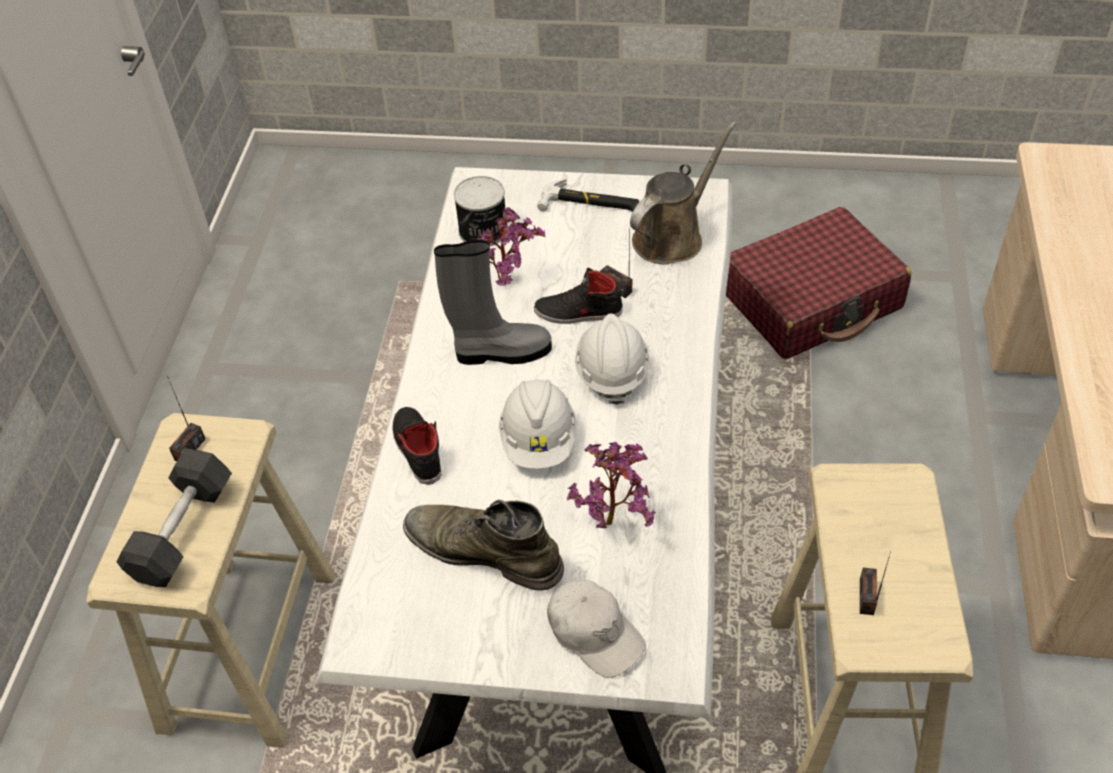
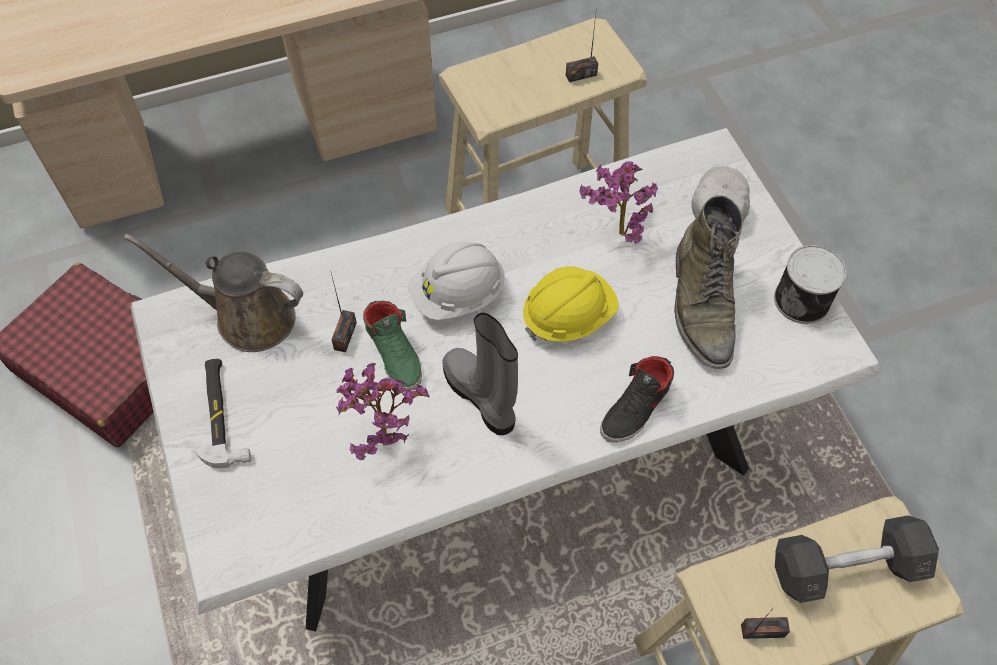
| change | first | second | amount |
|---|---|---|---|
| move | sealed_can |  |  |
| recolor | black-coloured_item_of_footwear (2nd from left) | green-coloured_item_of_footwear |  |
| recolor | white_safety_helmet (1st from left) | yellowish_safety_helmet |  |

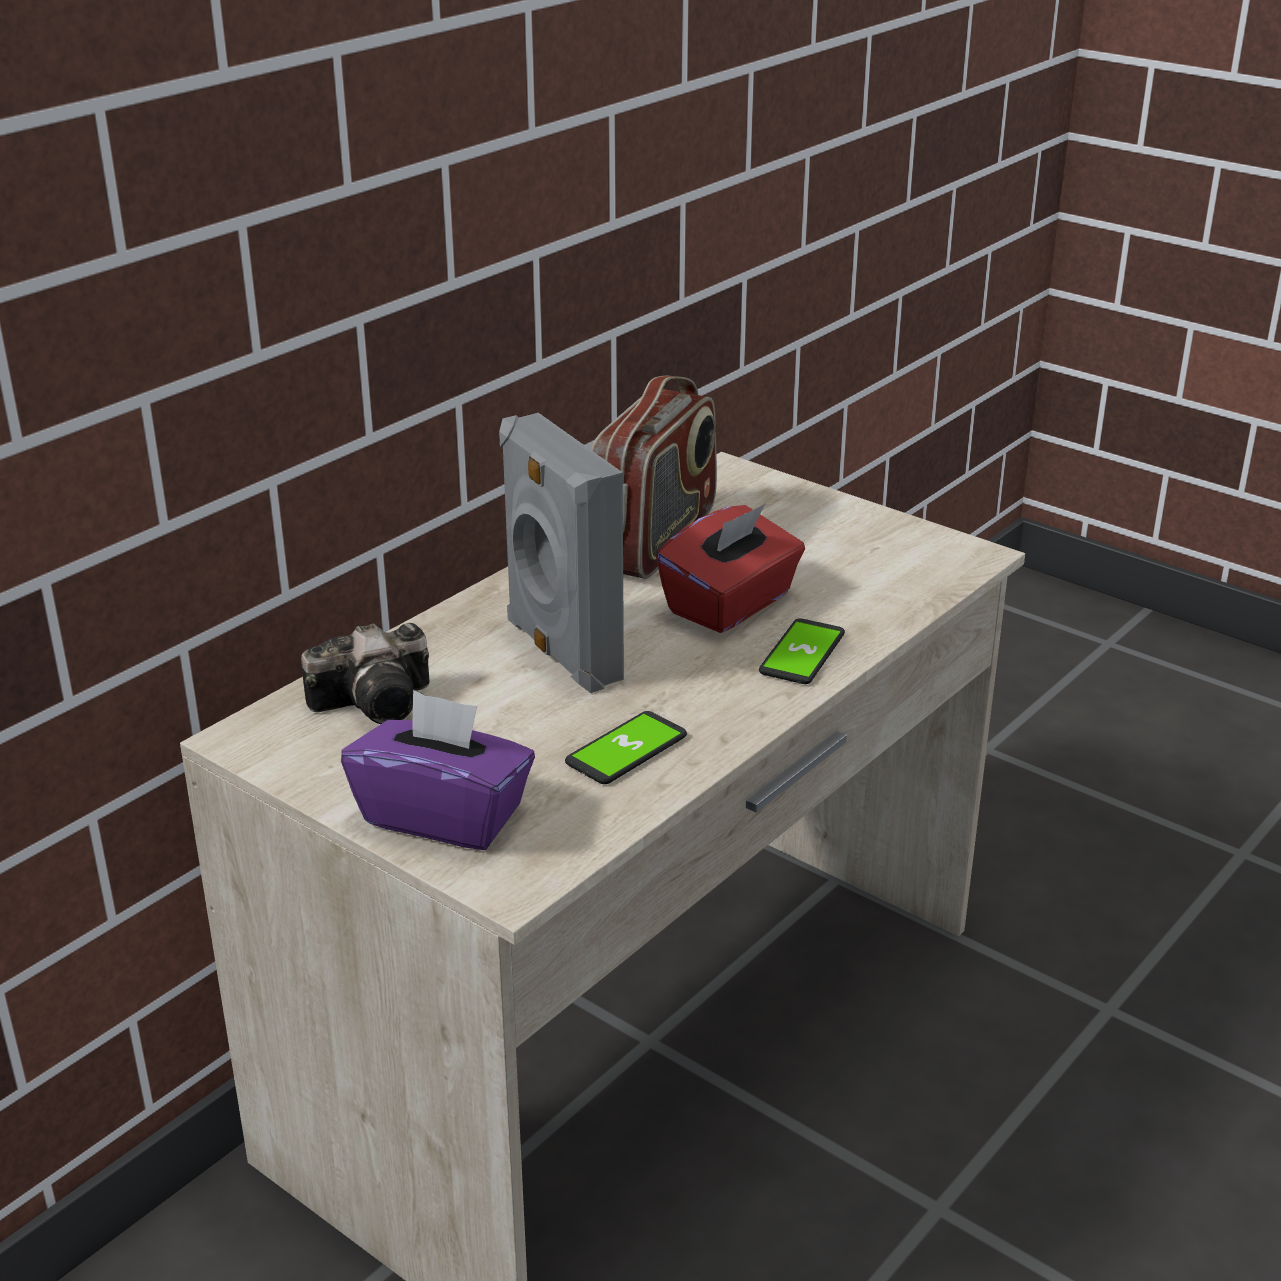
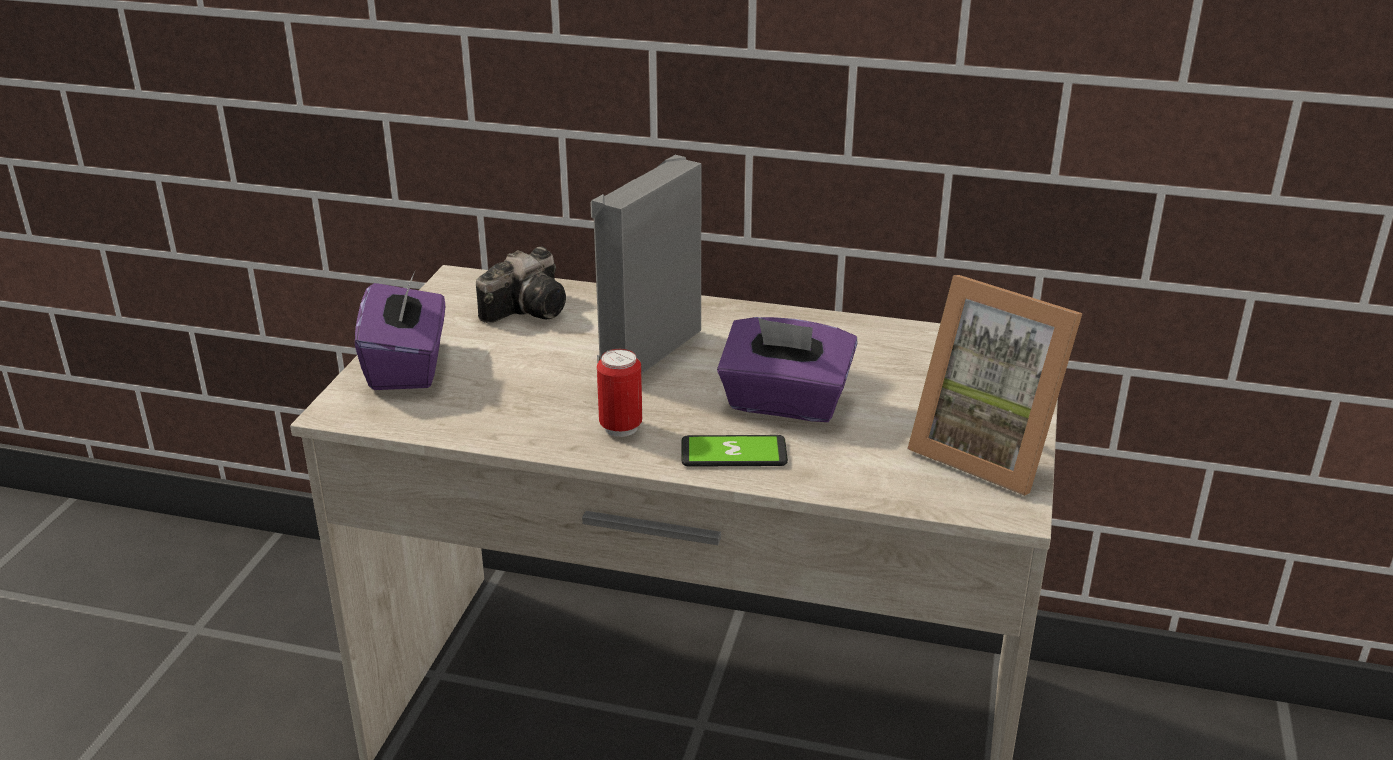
| change | first | second | amount |
|---|---|---|---|
| delete | radio_set |  |  |
| recolor | red-coloured_tissue_holder | purplish_tissue_holder (2nd from left) |  |
| rotate | still_camera |  | 90 degrees counterclockwise |
| delete | phone (1st from left) |  |  |
| insert |  | picture_frame |  |
| insert |  | sealed_can |  |

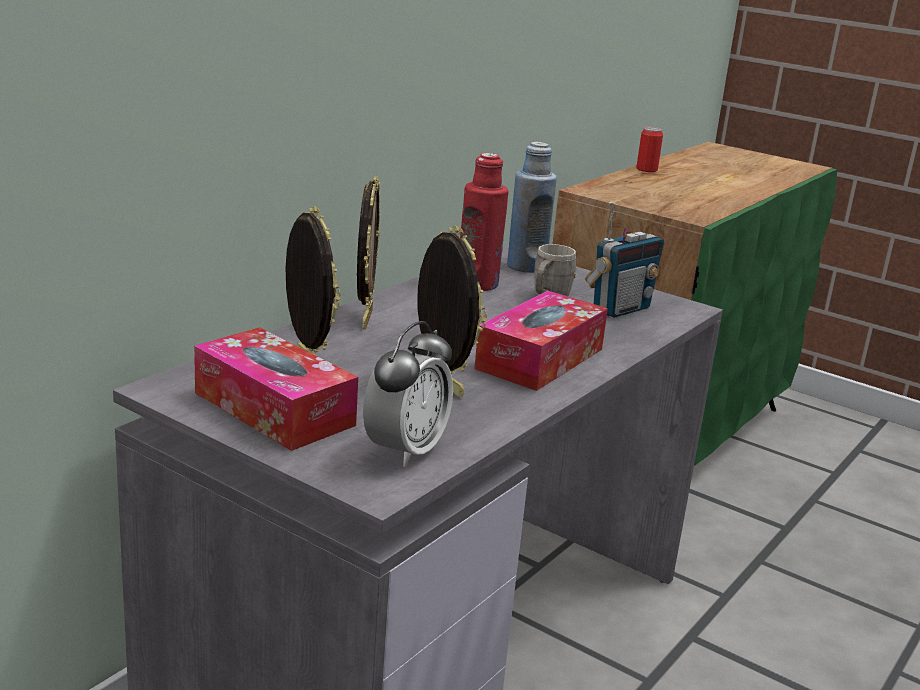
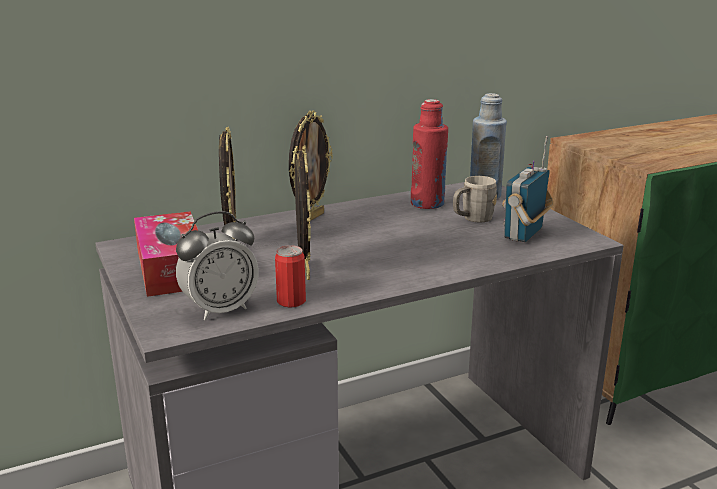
| change | first | second | amount |
|---|---|---|---|
| move | sealed_can |  |  |
| rotate | radio_set |  | 135 degrees clockwise |
| delete | tissue_holder (2nd from left) |  |  |

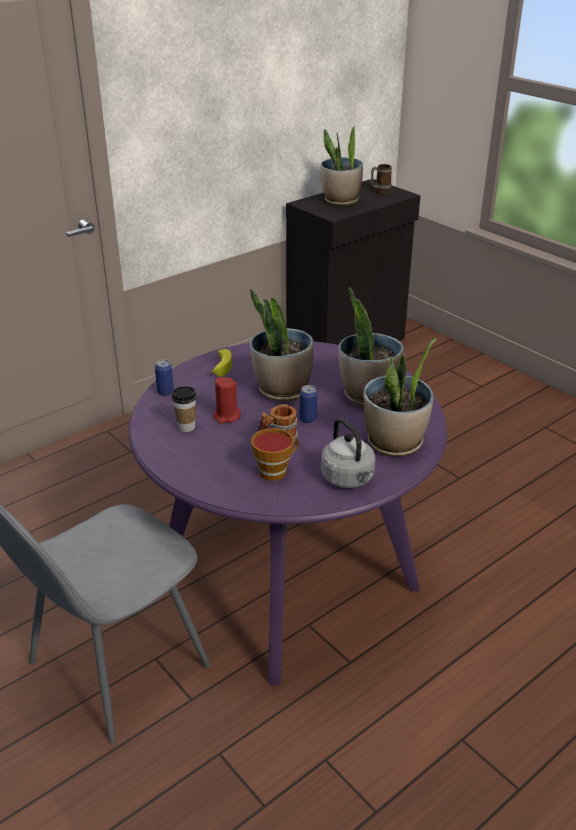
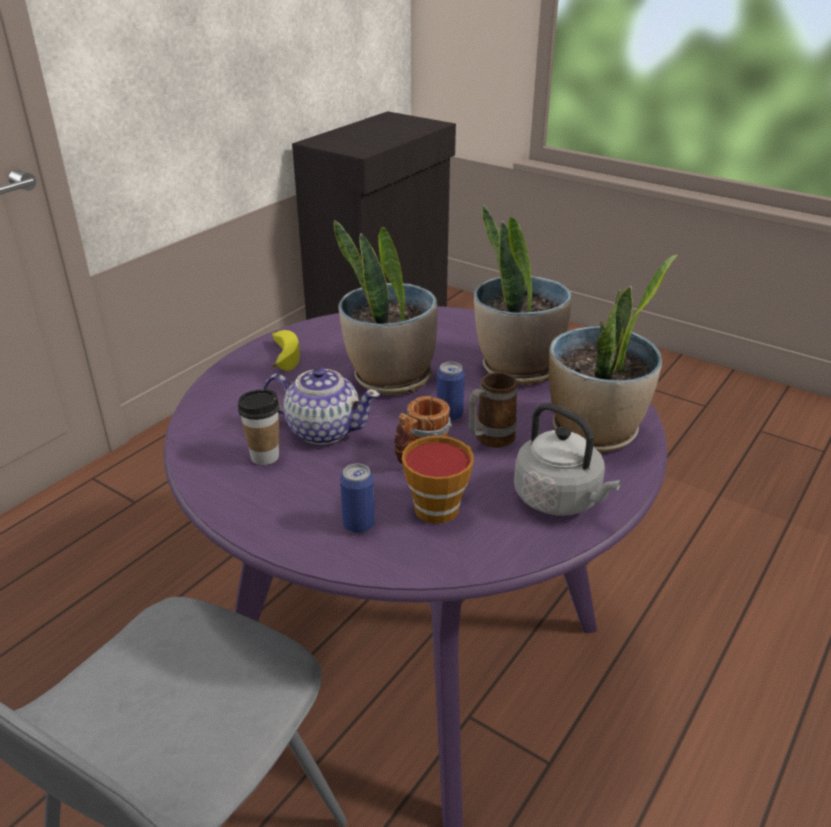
| change | first | second | amount |
|---|---|---|---|
| delete | potted_plant (2nd from left) |  |  |
| move | mug (2nd from left) |  |  |
| move | sealed_can (1st from left) |  |  |
| replace | red-coloured_candle | tea_pot |  |

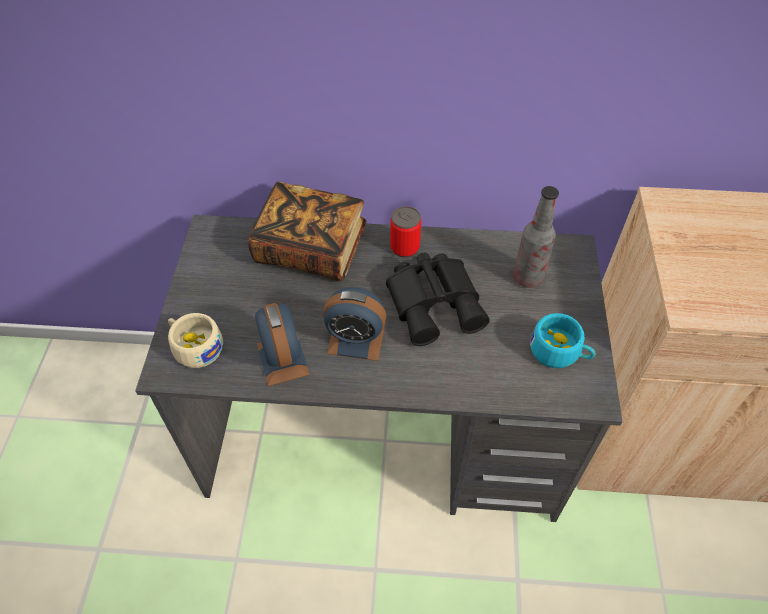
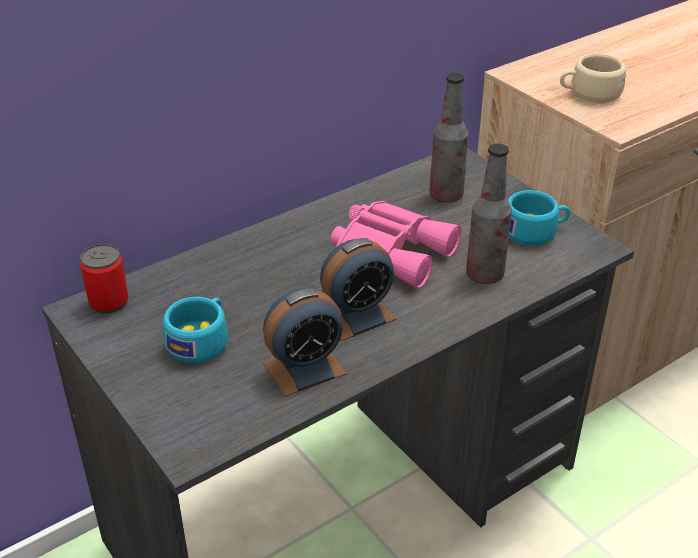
| change | first | second | amount |
|---|---|---|---|
| delete | bound_book |  |  |
| move | sealed_can |  |  |
| recolor | black-coloured_binoculars | pink-coloured_binoculars |  |
| rotate | bedside_clock (1st from left) |  | 120 degrees clockwise |
| move | sand-coloured_small_cup |  |  |
| insert |  | beverage_bottle (2nd from left) |  |
| insert |  | turquoise-coloured_small_cup (1st from left) |  |

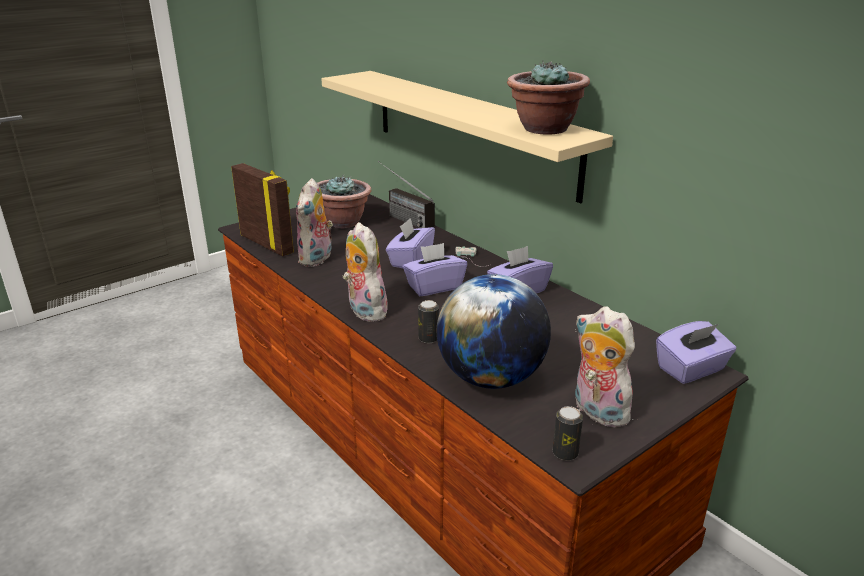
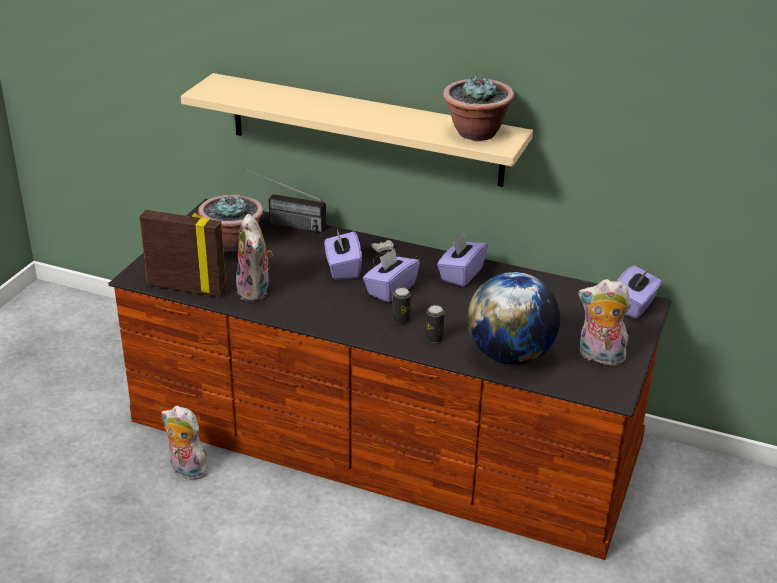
| change | first | second | amount |
|---|---|---|---|
| move | cuddly_toy (2nd from left in the first image) | cuddly_toy (1st from left) |  |
| move | sealed_can (2nd from left in the first image) | sealed_can (1st from left) |  |

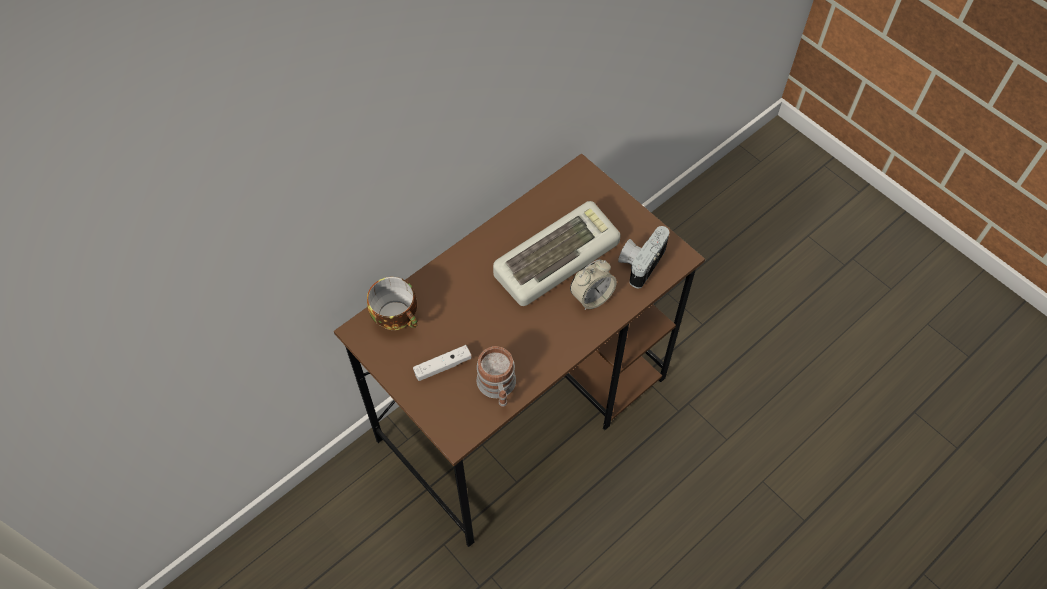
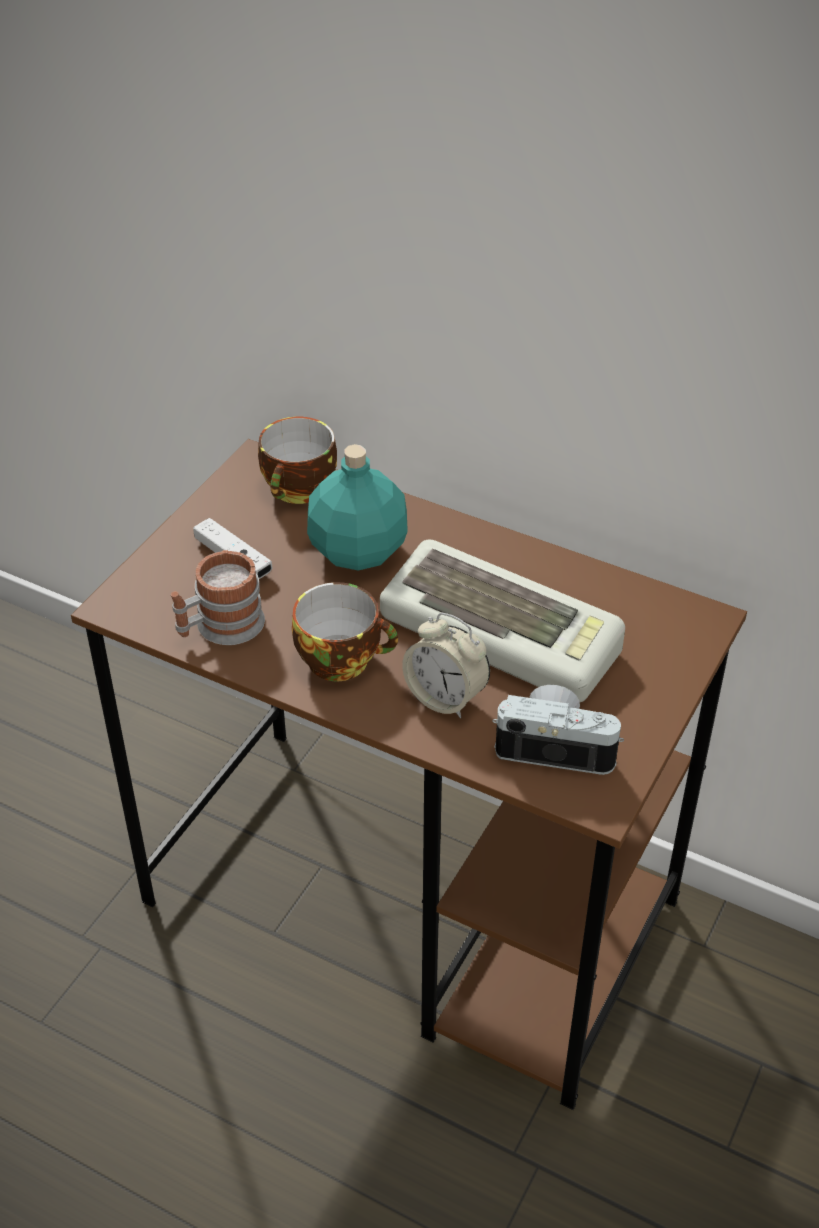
| change | first | second | amount |
|---|---|---|---|
| insert |  | turquoise-coloured_beverage_bottle |  |
| insert |  | small_cup (2nd from left) |  |

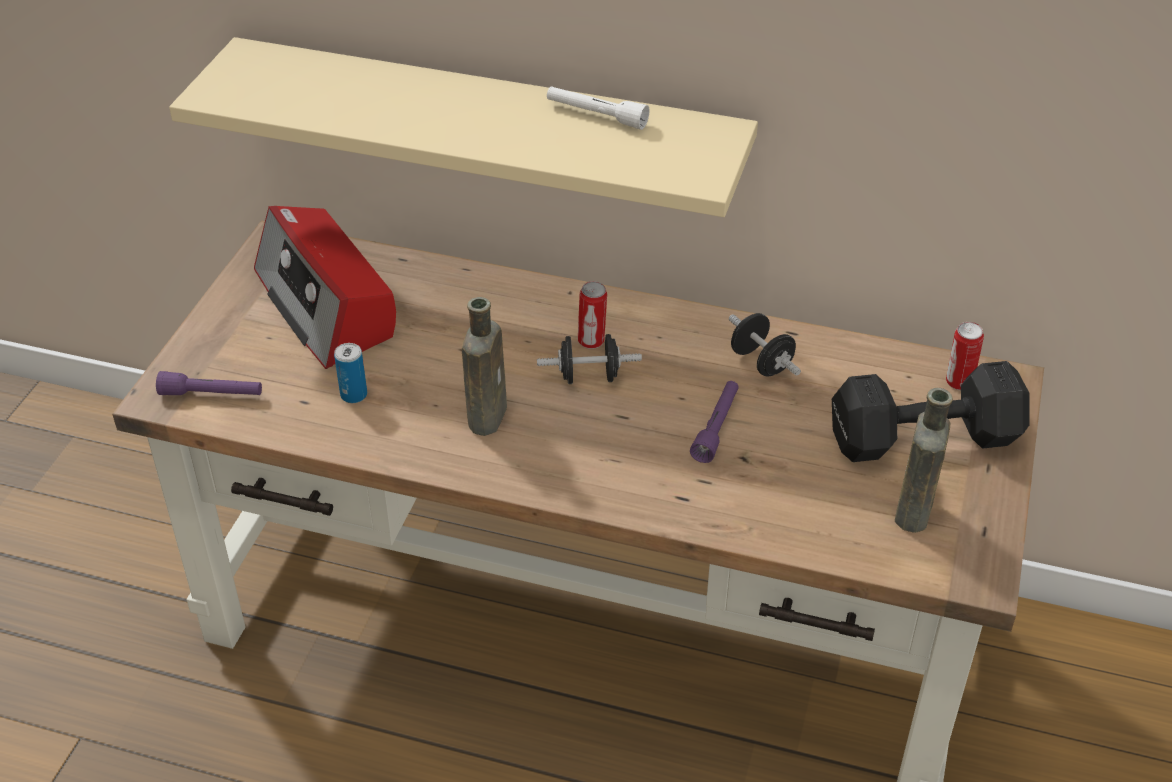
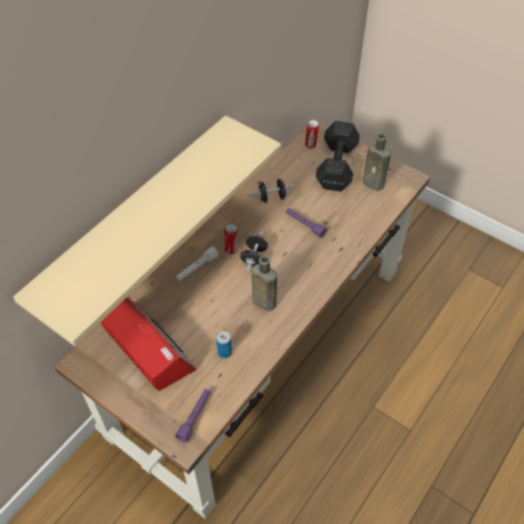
| change | first | second | amount |
|---|---|---|---|
| move | white_hand_torch |  |  |
| rotate | radio_set |  | 120 degrees counterclockwise |

